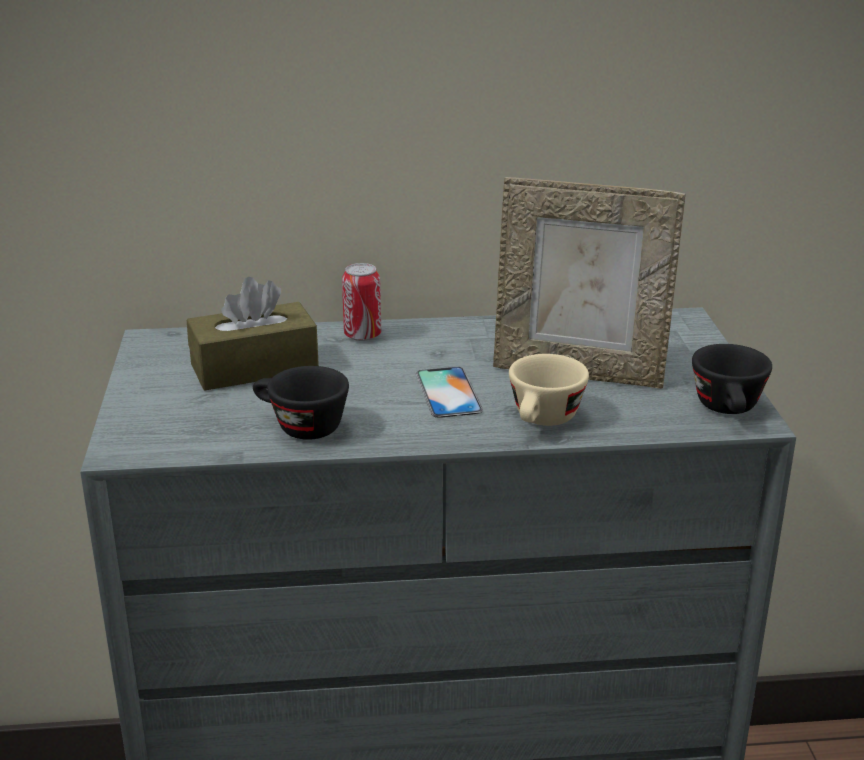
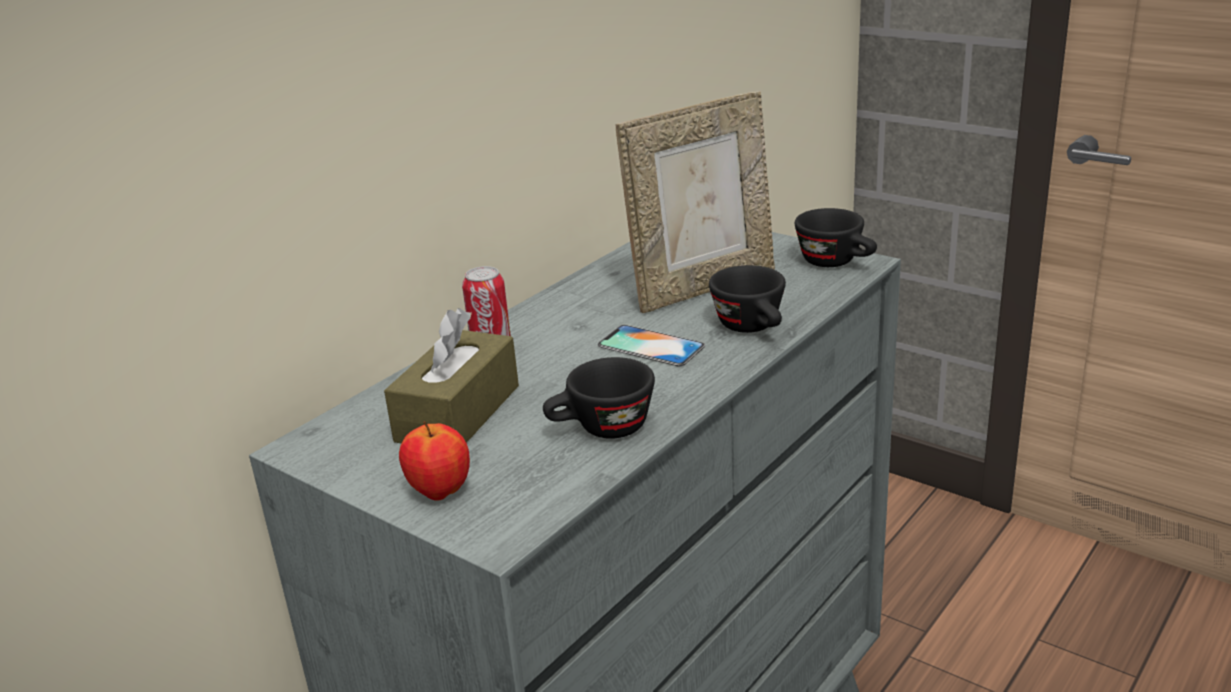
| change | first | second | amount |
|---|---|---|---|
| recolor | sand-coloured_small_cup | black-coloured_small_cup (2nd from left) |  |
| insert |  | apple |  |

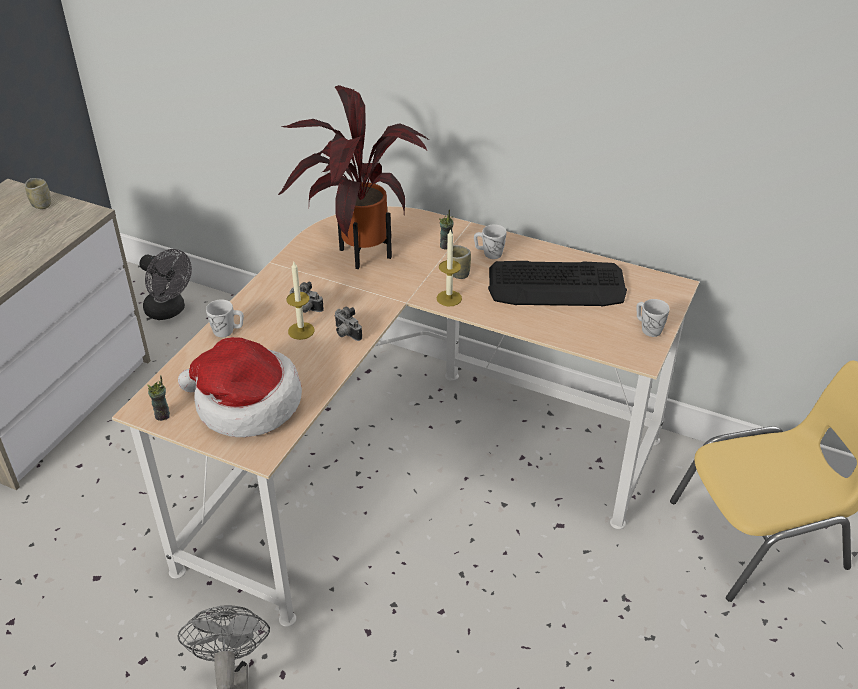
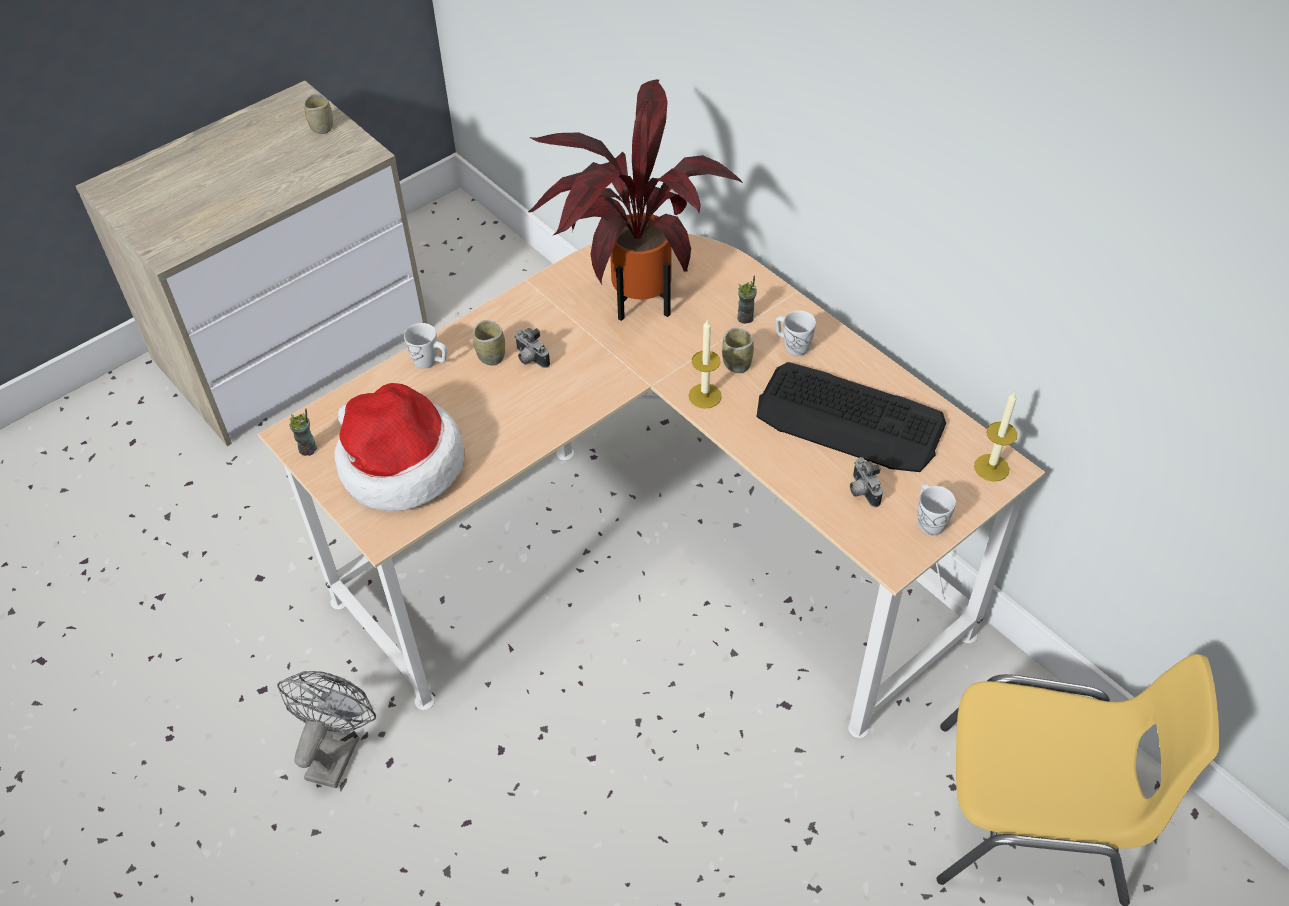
| change | first | second | amount |
|---|---|---|---|
| delete | gray_fan (1st from left) |  |  |
| move | candle (1st from left in the first image) | candle (2nd from left) |  |
| move | still_camera (2nd from left) |  |  |
| insert |  | small_cup (3rd from left) |  |

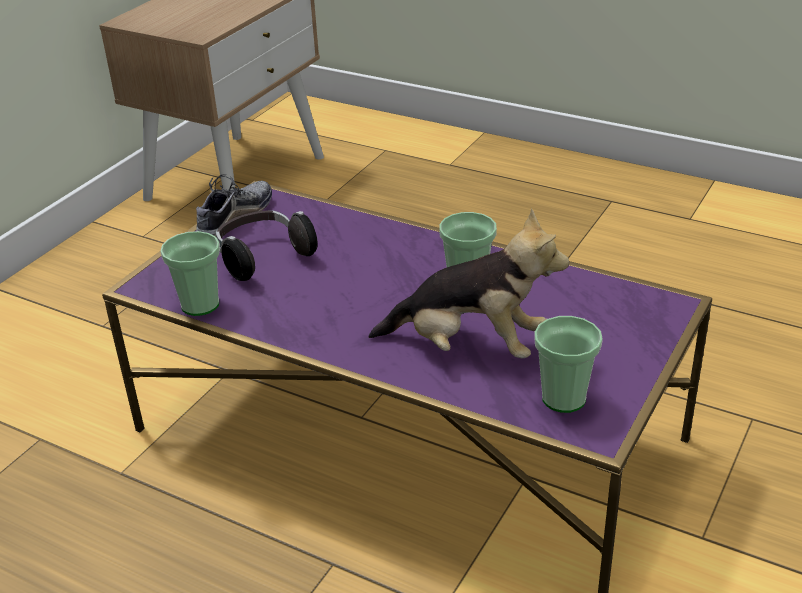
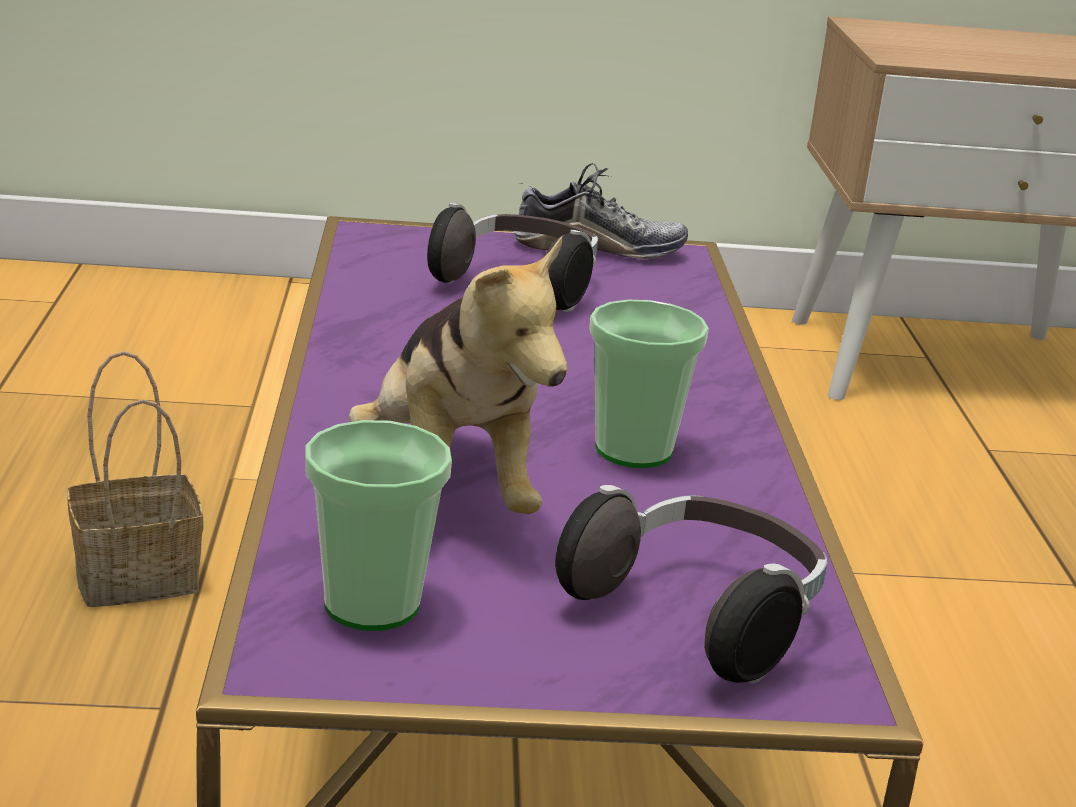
| change | first | second | amount |
|---|---|---|---|
| delete | small_cup (1st from left) |  |  |
| insert |  | basket |  |
| insert |  | pair_of_headphones (2nd from left) |  |

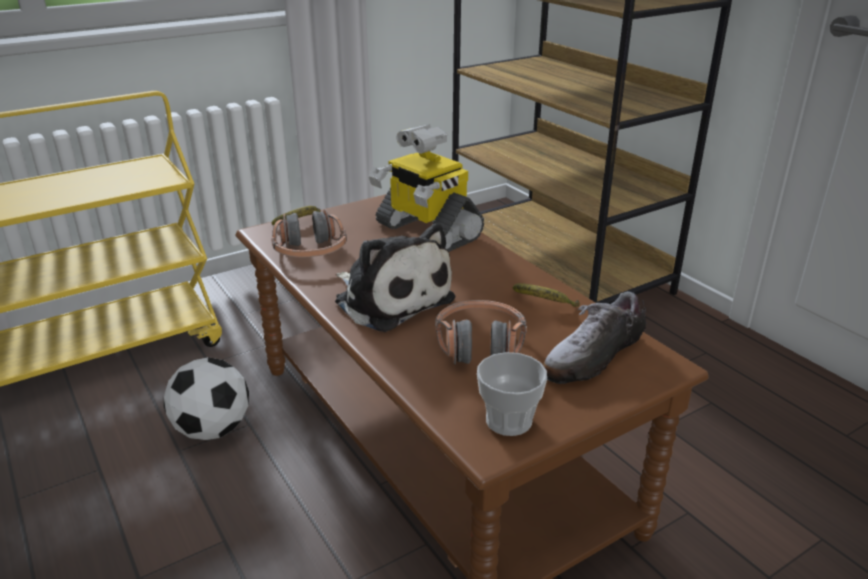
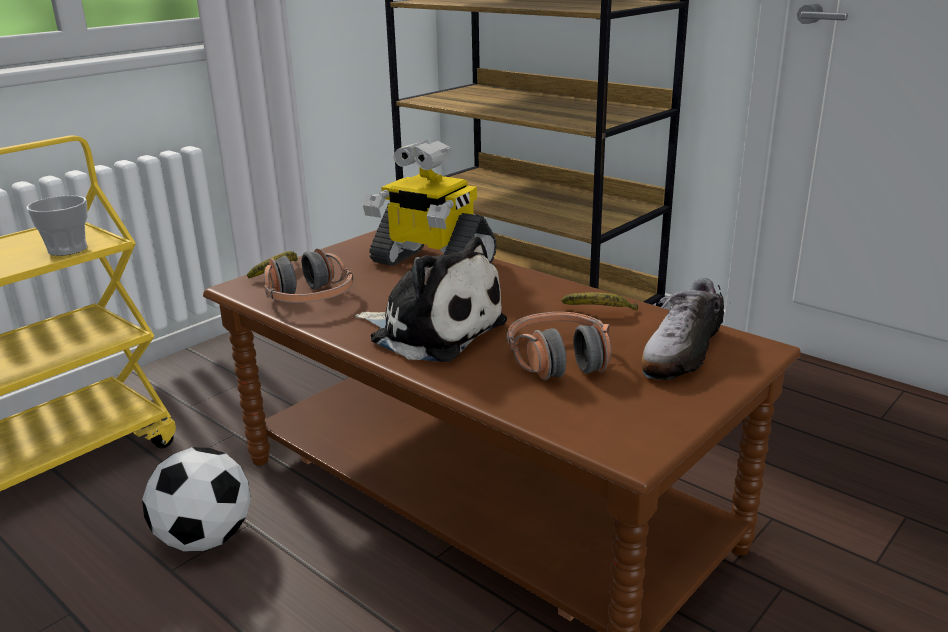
| change | first | second | amount |
|---|---|---|---|
| move | small_cup |  |  |

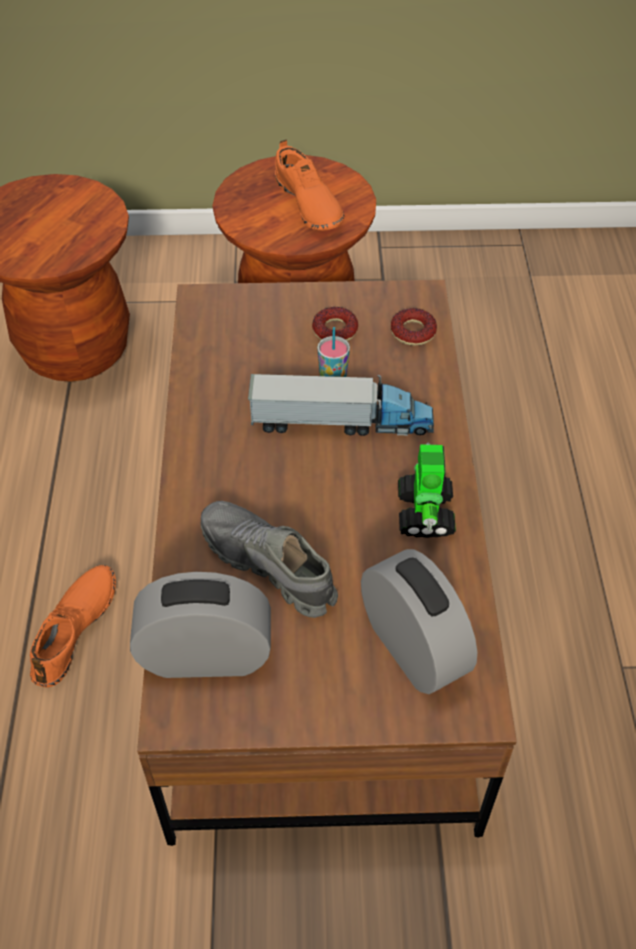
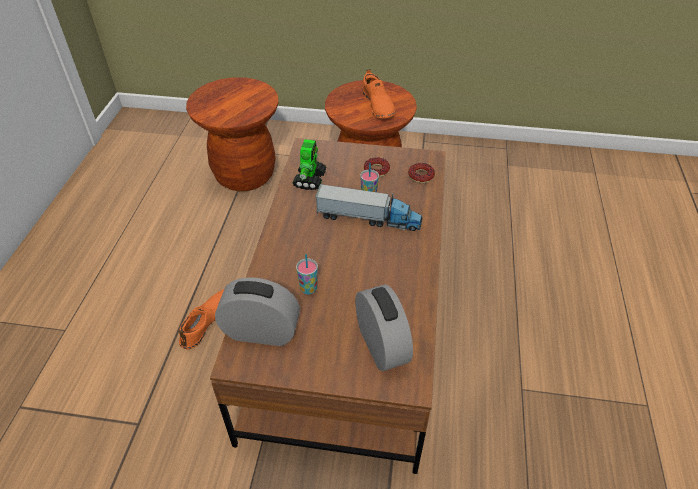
| change | first | second | amount |
|---|---|---|---|
| move | toy_robot |  |  |
| replace | gray_item_of_footwear | small_cup (1st from left) |  |

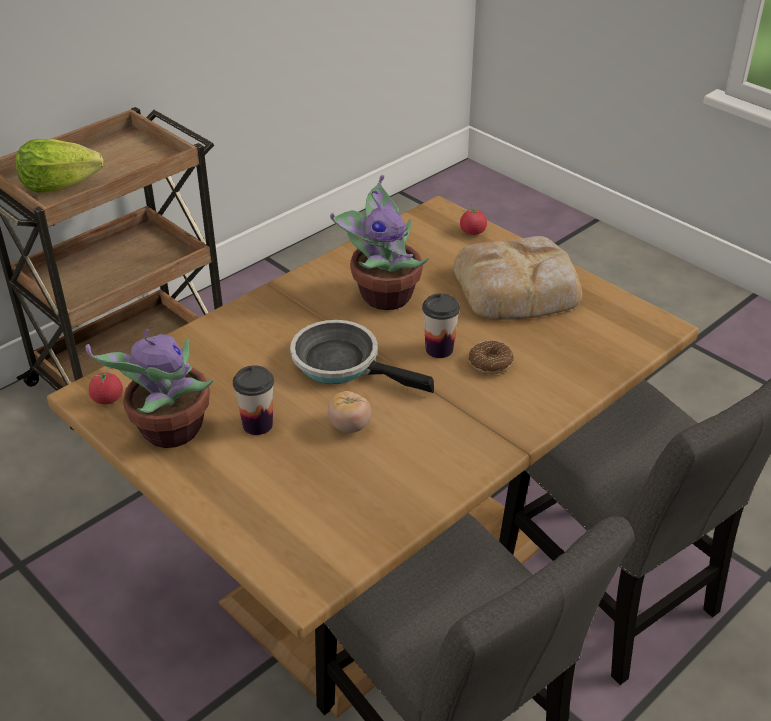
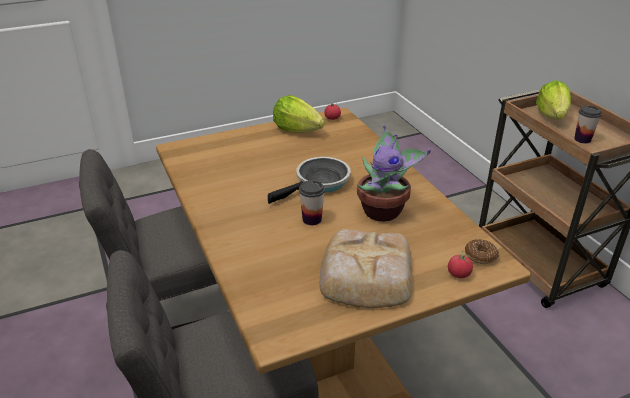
| change | first | second | amount |
|---|---|---|---|
| replace | potted_plant (1st from left) | lettuce (1st from left) |  |
| move | doughnut |  |  |
| move | small_cup (1st from left in the first image) | small_cup (2nd from left) |  |
| delete | fresh_tomato (2nd from left) |  |  |

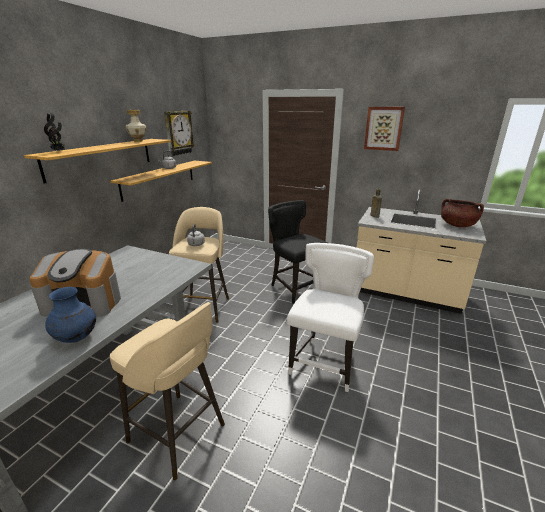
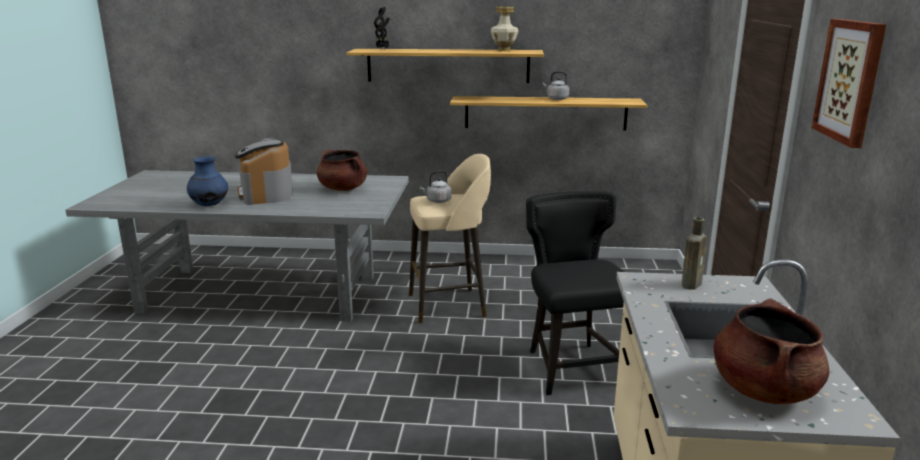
| change | first | second | amount |
|---|---|---|---|
| delete | clock_on_the_wall |  |  |
| rotate | black-coloured_upright_chair |  | 45 degrees counterclockwise |
| delete | white_upright_chair |  |  |
| delete | sand-coloured_sitting_stool (1st from left) |  |  |
| insert |  | brownish_saucepot (1st from left) |  |

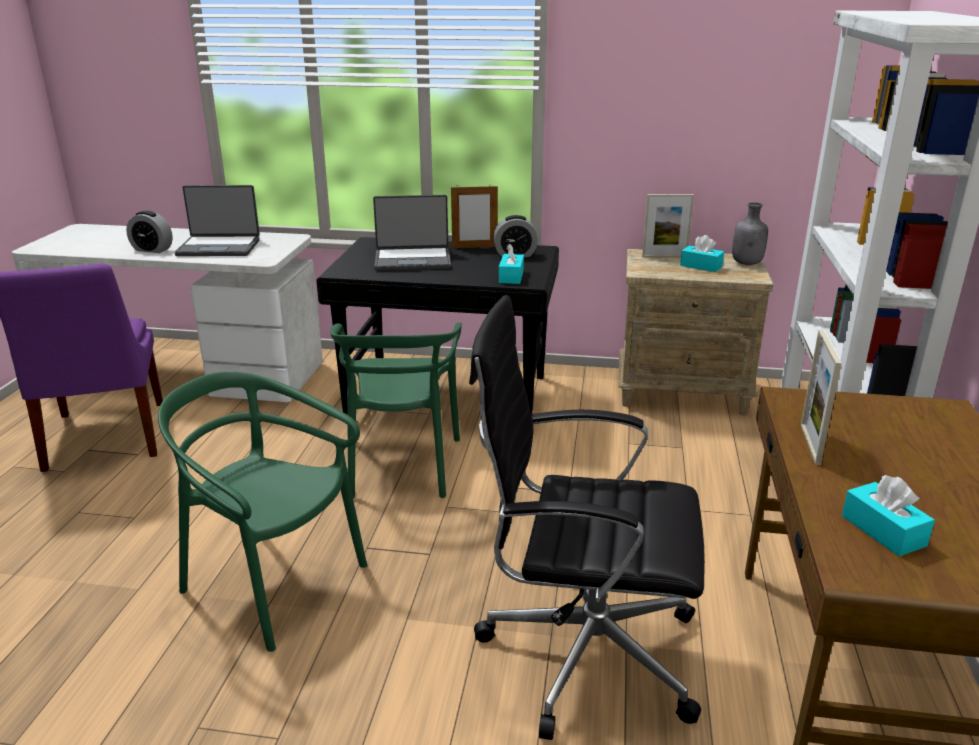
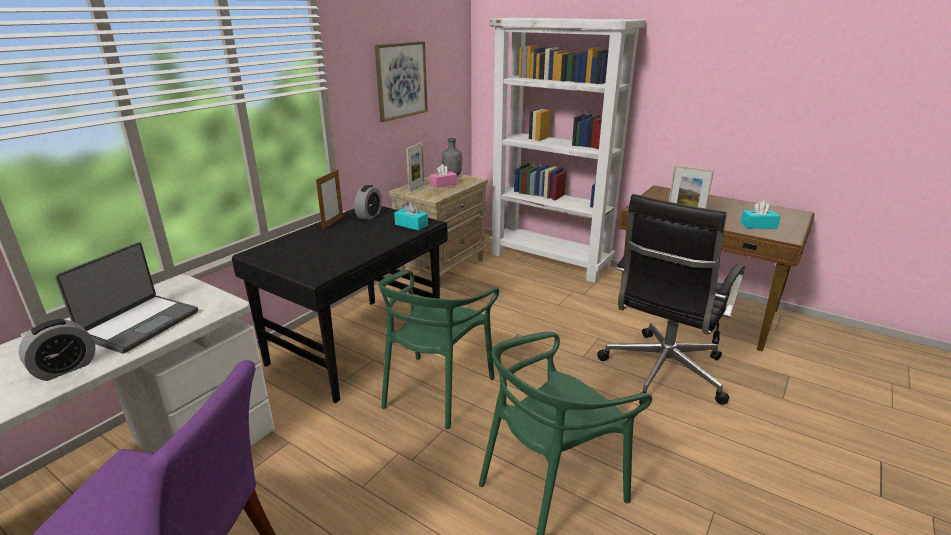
| change | first | second | amount |
|---|---|---|---|
| delete | portable_computer (2nd from left) |  |  |
| recolor | turquoise-coloured_tissue_holder (2nd from left) | pink-coloured_tissue_holder |  |
| rotate | green-coloured_upright_chair (2nd from left in the first image) | green-coloured_upright_chair (1st from left) | 90 degrees clockwise |
| insert |  | wall_art |  |

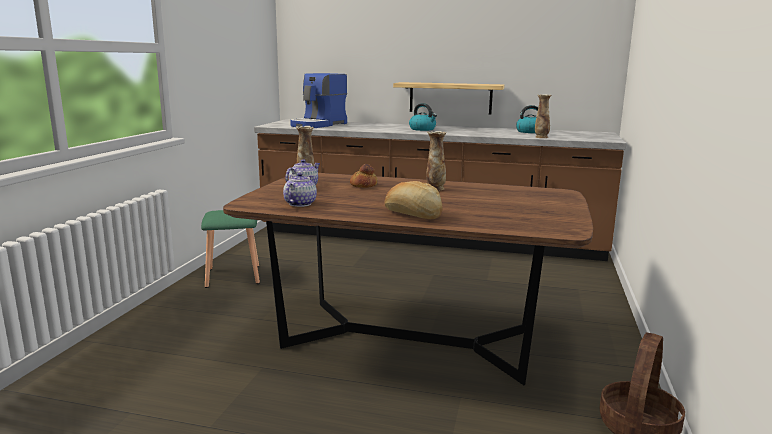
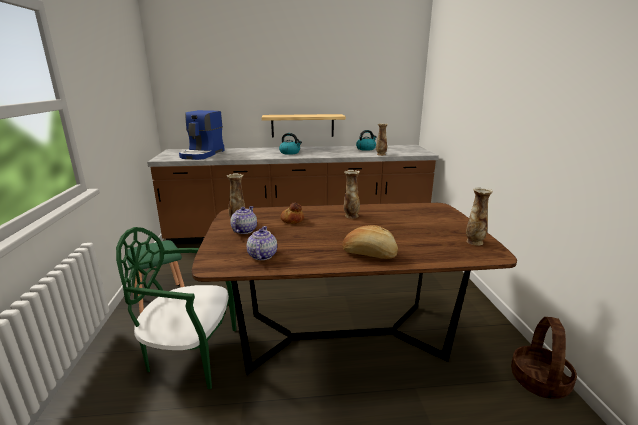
| change | first | second | amount |
|---|---|---|---|
| insert |  | flower_vase (4th from left) |  |
| insert |  | green-coloured_upright_chair |  |

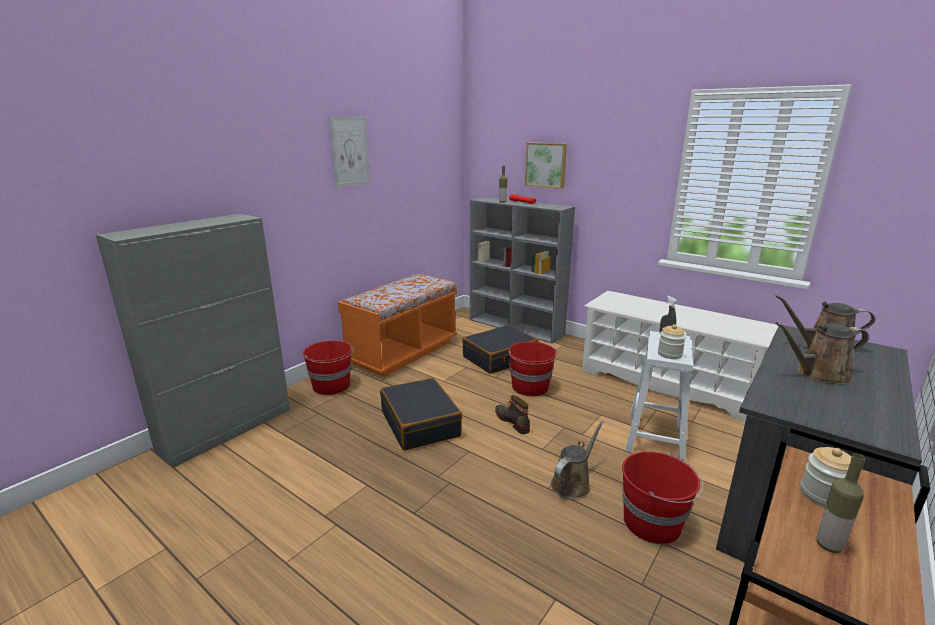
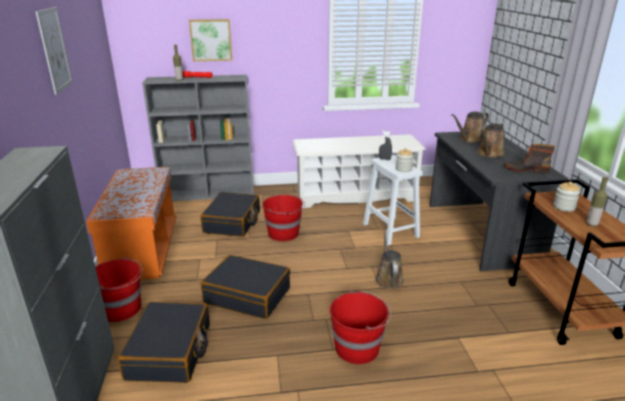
| change | first | second | amount |
|---|---|---|---|
| move | boot |  |  |
| move | red-coloured_water_bucket (3rd from left) |  |  |
| insert |  | black-coloured_piece_of_luggage (1st from left) |  |

